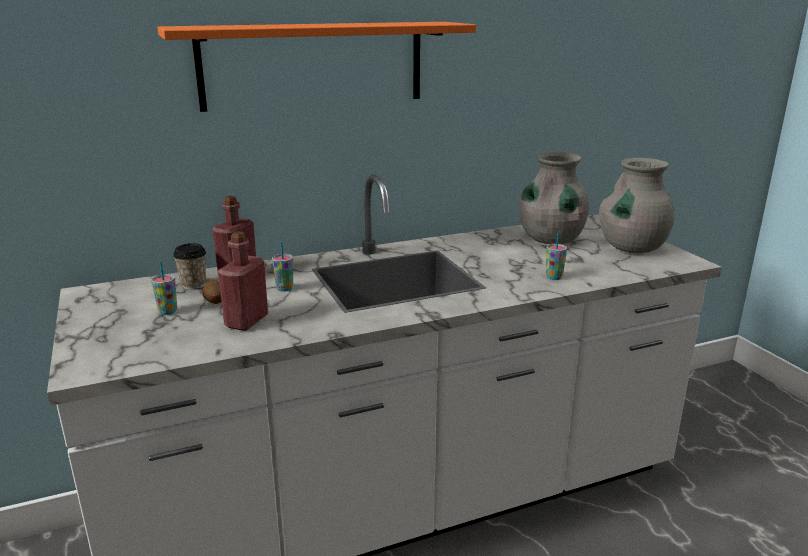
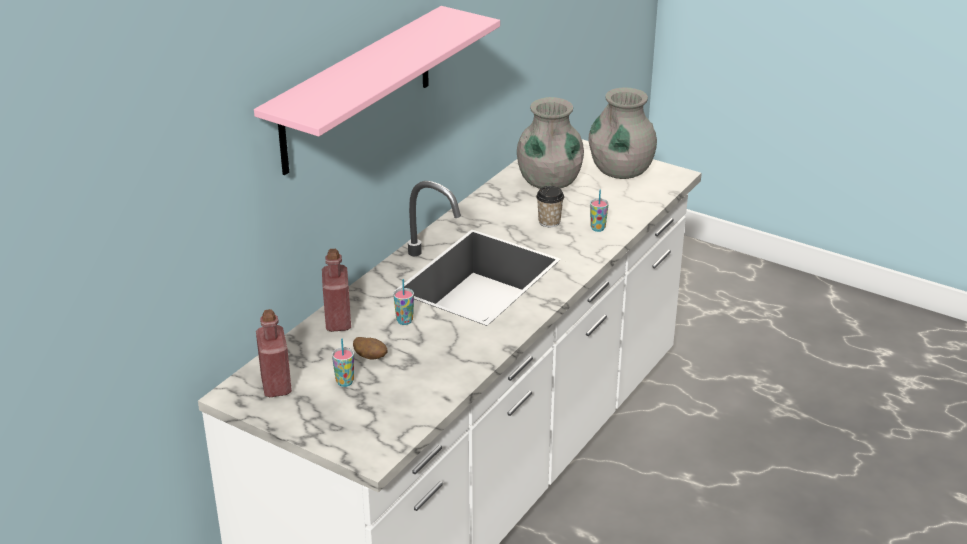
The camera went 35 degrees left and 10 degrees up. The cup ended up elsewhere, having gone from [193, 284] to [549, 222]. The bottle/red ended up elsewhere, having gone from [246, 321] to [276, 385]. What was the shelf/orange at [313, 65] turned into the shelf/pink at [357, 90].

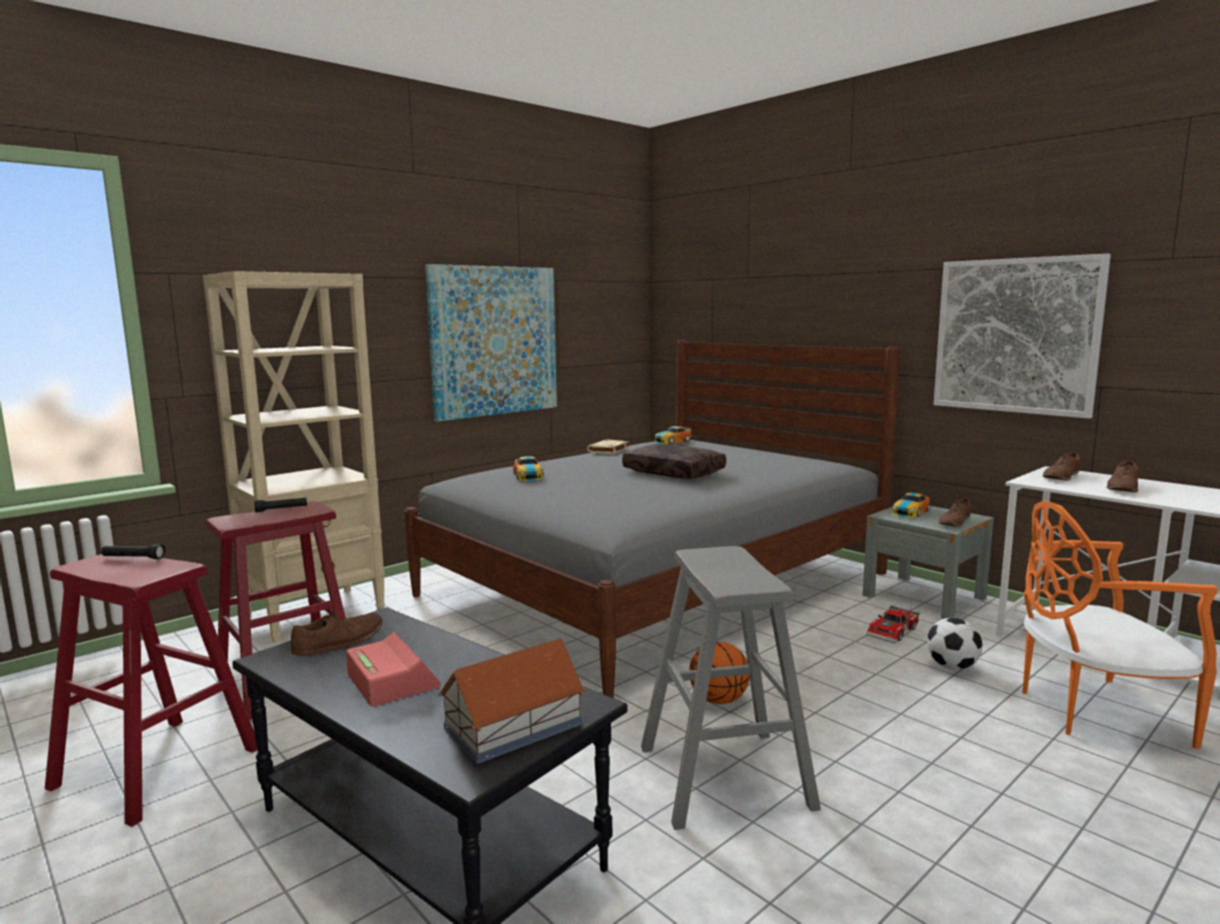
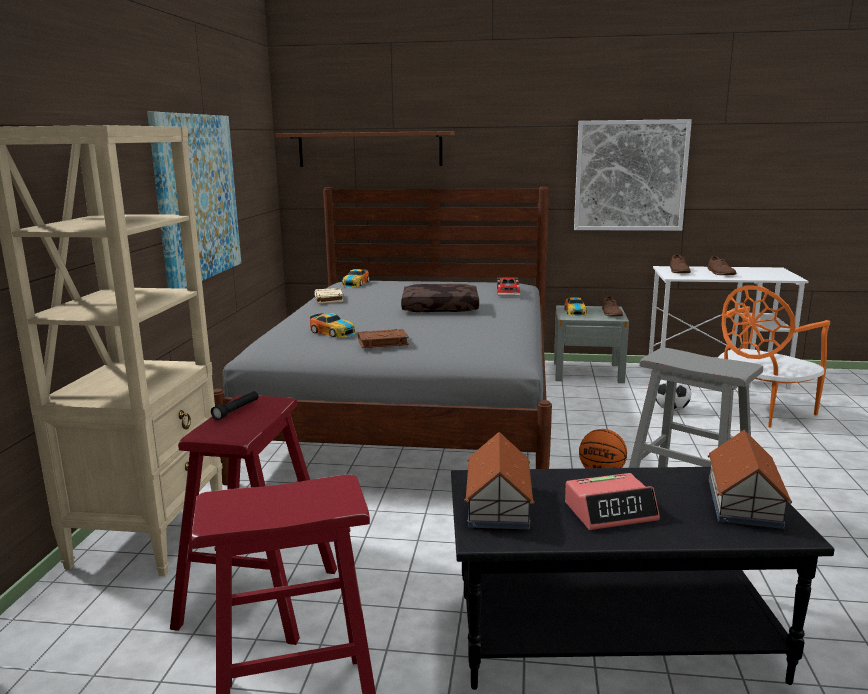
The camera went 40 degrees left and 5 degrees up. The second view lost the flashlight/black at [133, 558]. The second view gained the shelf/brown at [370, 149]. The second view gained the book/brown at [382, 342]. The toy car ended up elsewhere, having gone from [894, 632] to [509, 292]. Where the shoe/brown stood at [339, 642], the toy house came to stand at [497, 505]. The alarm clock at [392, 681] ended up facing another way, 150 degrees clockwise from before.

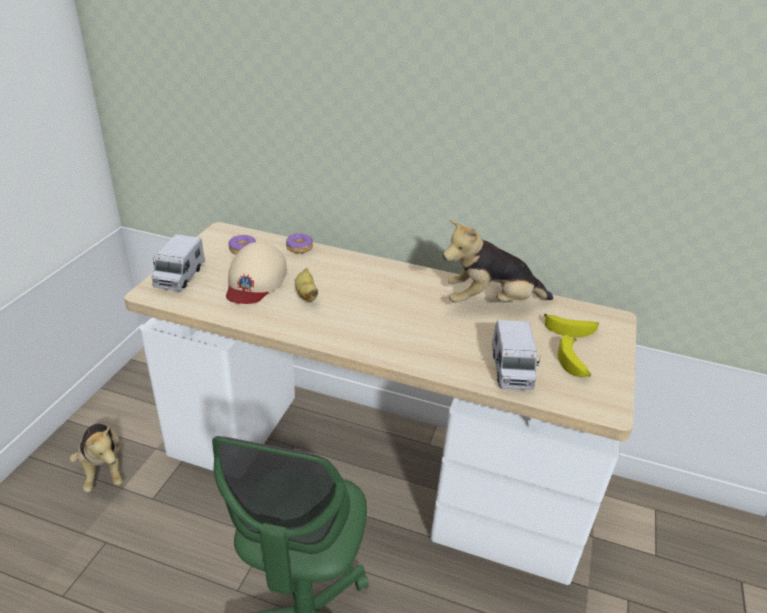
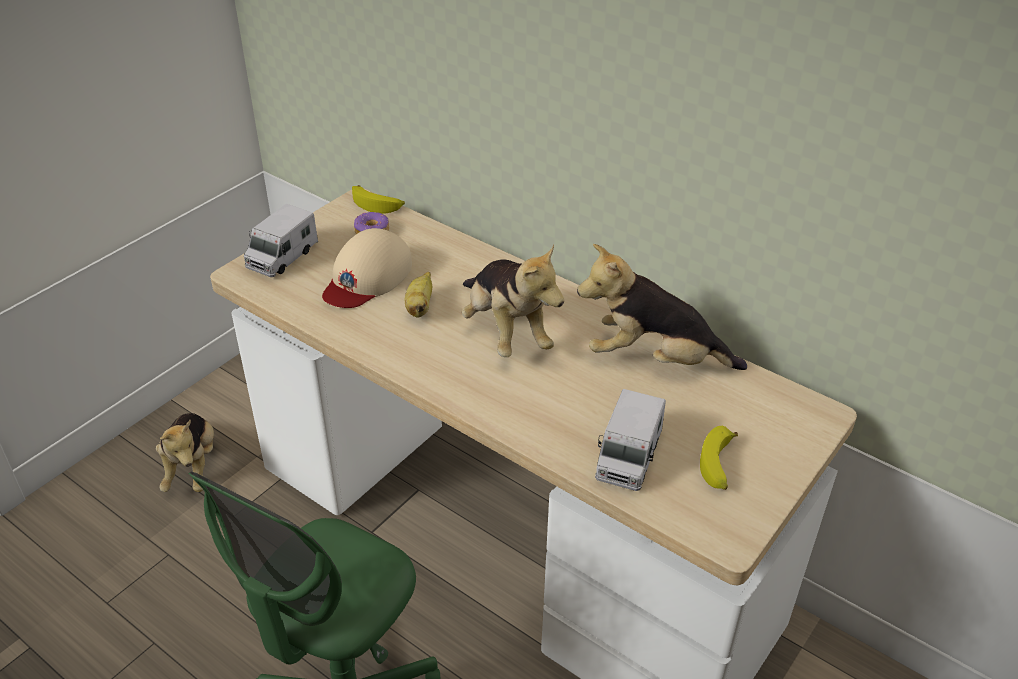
The camera went 20 degrees right and 5 degrees up. The second view lost the donut at [299, 248]. The second view gained the plush toy at [506, 332]. The banana ended up elsewhere, having gone from [571, 329] to [378, 205].

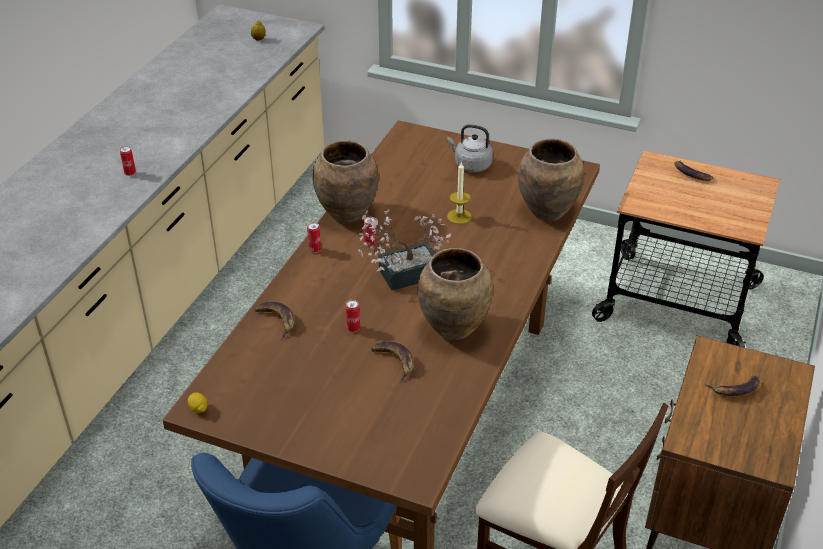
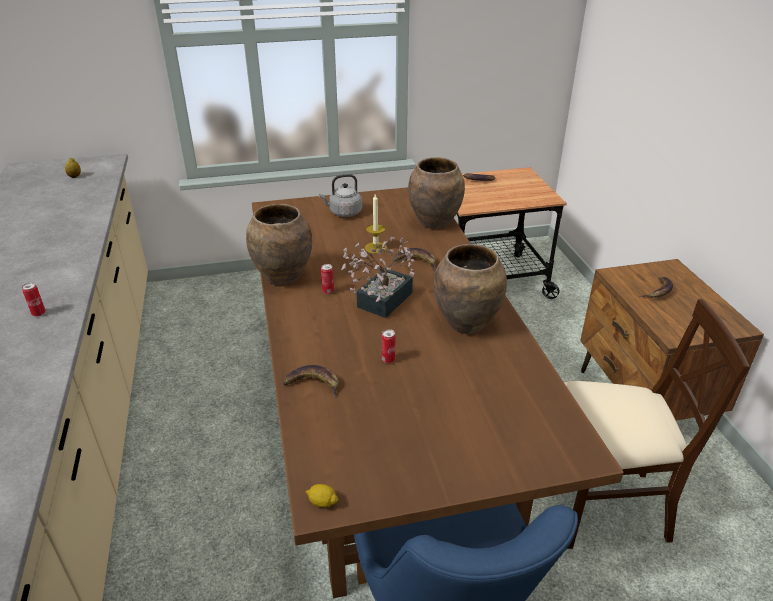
The camera went 35 degrees left and 5 degrees down. The second view lost the can at [315, 250]. The banana ended up elsewhere, having gone from [395, 362] to [415, 262].

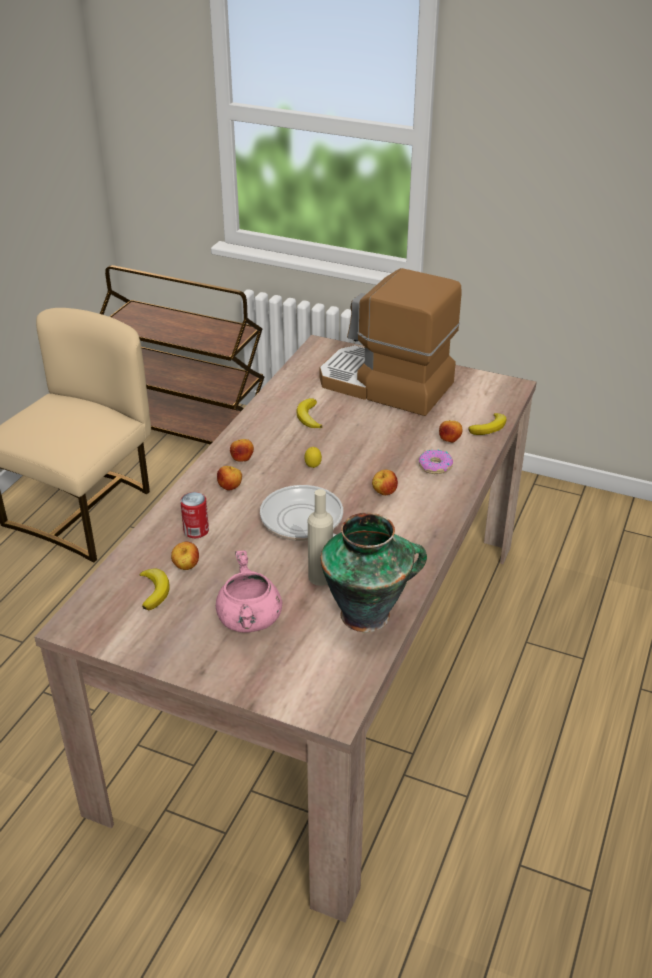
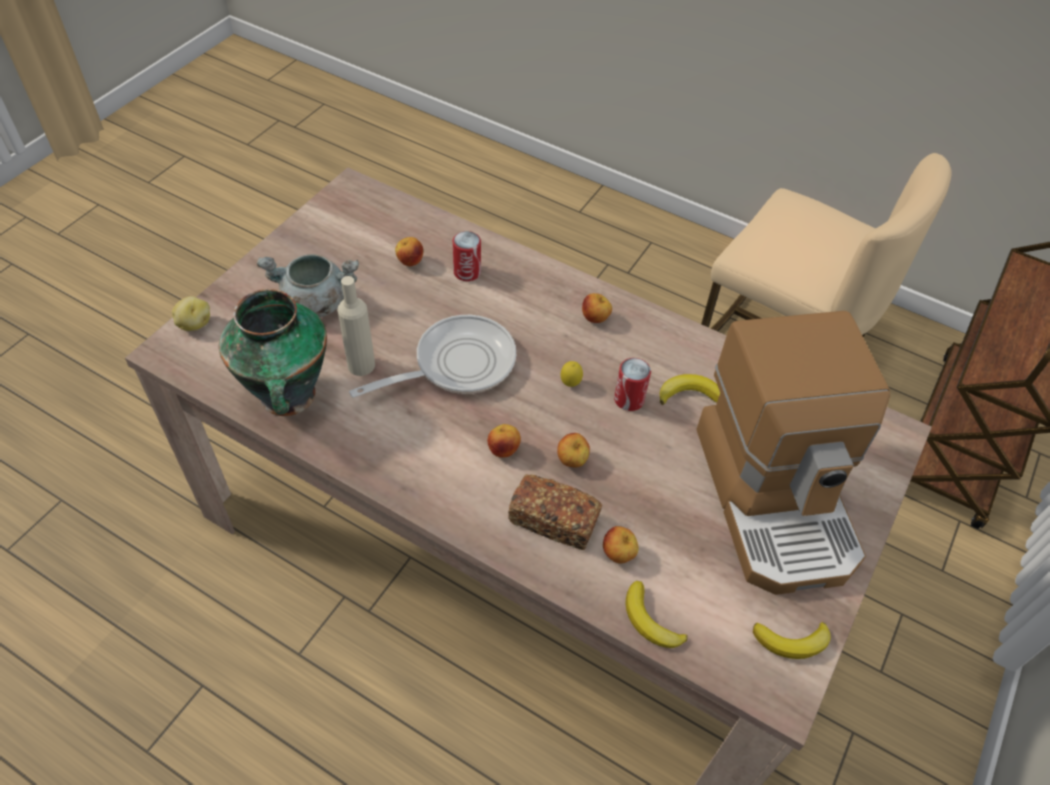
The camera went 95 degrees right and 15 degrees up. The second view gained the potato at [194, 324]. The second view gained the can at [629, 399]. The banana ended up elsewhere, having gone from [154, 591] to [792, 641]. The apple ended up elsewhere, having gone from [230, 487] to [572, 461]. Where the donut stood at [435, 466], the bread came to stand at [554, 521]. What was the cooking pot/pink at [250, 620] turned into the cooking pot/grey at [315, 303]. The coffee machine at [384, 385] ended up facing another way, 135 degrees clockwise from before.

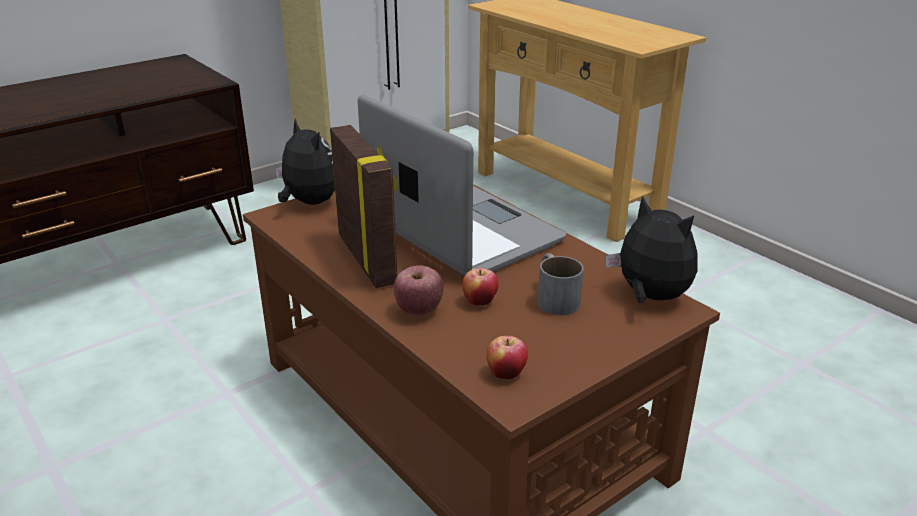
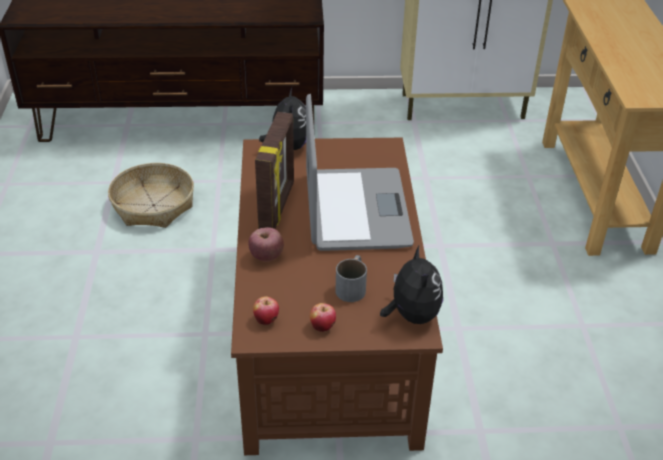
The camera went 35 degrees right and 10 degrees up. The second view gained the basket at [154, 205]. The apple ended up elsewhere, having gone from [480, 302] to [322, 327].

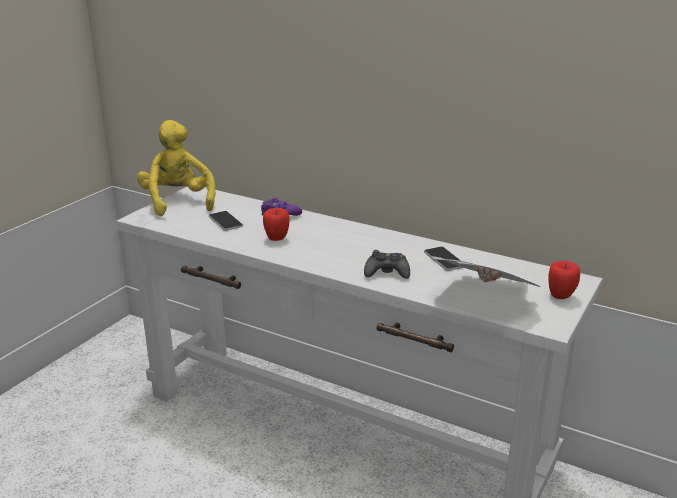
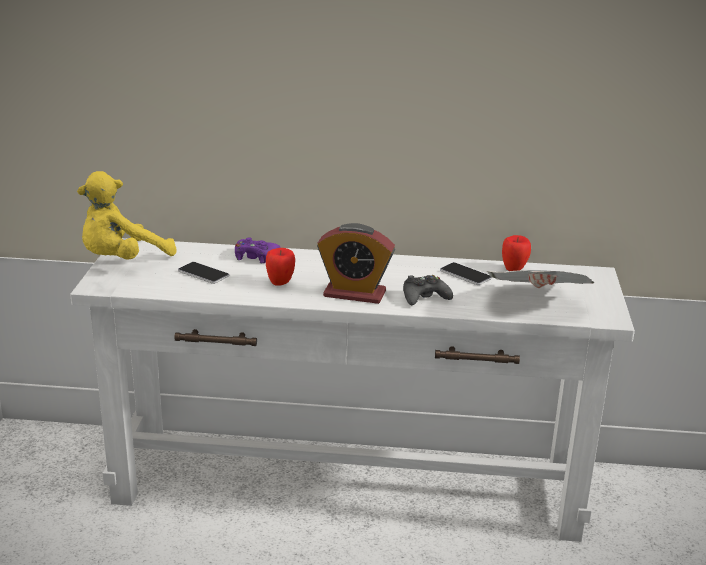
The camera went 25 degrees left and 0 degrees up. The second view gained the alarm clock at [354, 294]. The apple ended up elsewhere, having gone from [561, 297] to [514, 269]. The plush toy/yellow at [178, 202] ended up facing another way, 90 degrees counterclockwise from before.

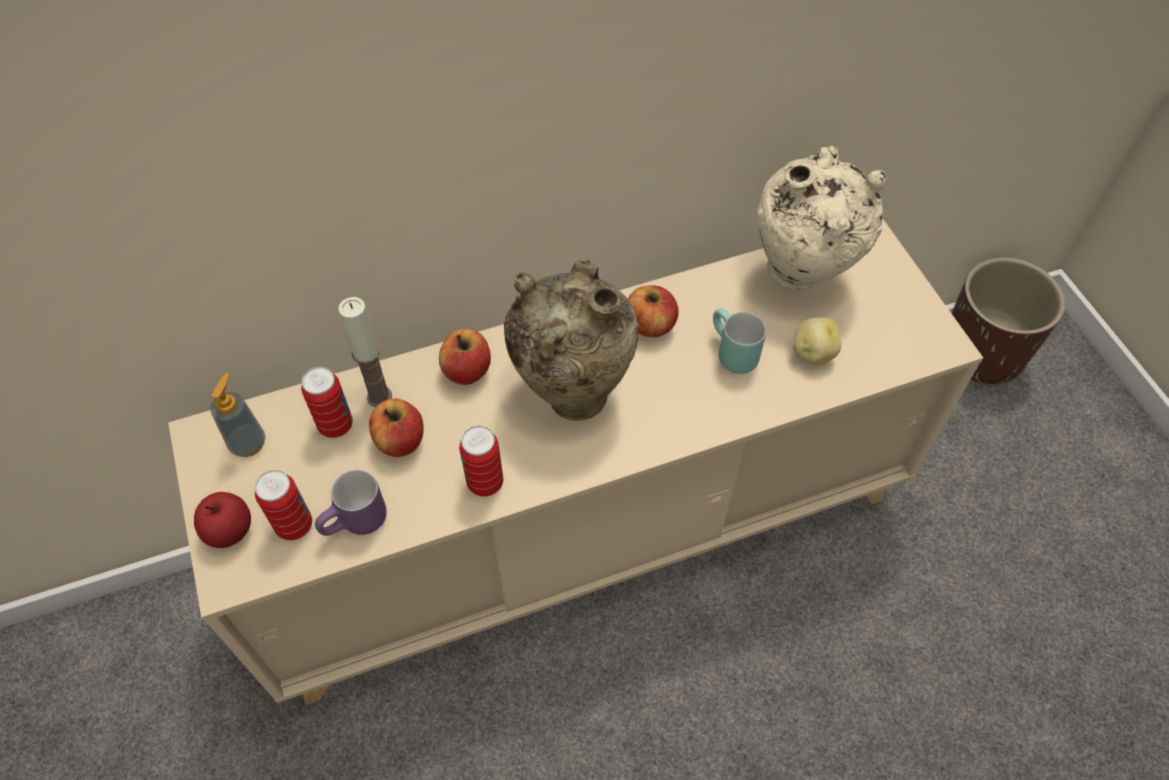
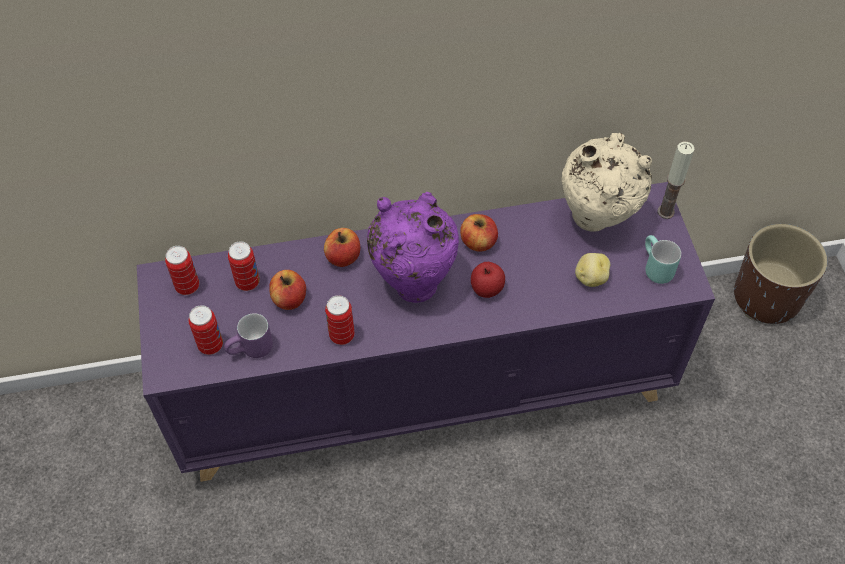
The camera went 10 degrees right and 0 degrees up. The apple ended up elsewhere, having gone from [229, 530] to [486, 288]. The candle ended up elsewhere, having gone from [379, 396] to [665, 212]. The mug/turquoise ended up elsewhere, having gone from [729, 353] to [653, 268]. Where the soap dispenser stood at [248, 443], the can came to stand at [187, 286]. What was the cabinet/beige at [586, 530] turned into the cabinet/purple at [424, 389]. What was the vase/beige at [572, 391] turned into the vase/purple at [413, 282].

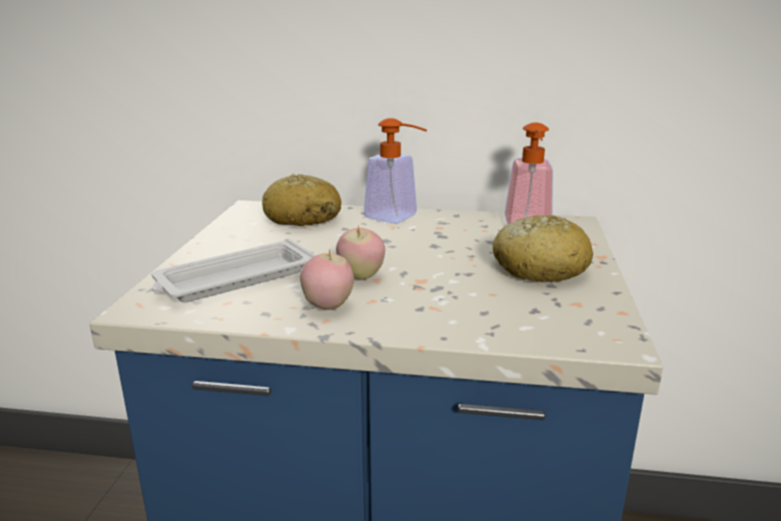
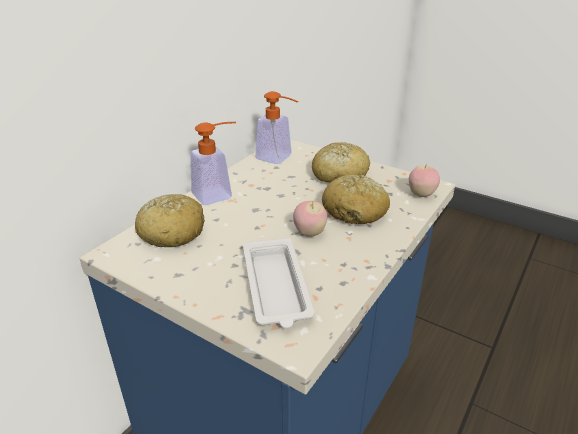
The camera went 65 degrees left and 10 degrees up. The second view gained the bread at [355, 211]. The apple ended up elsewhere, having gone from [328, 306] to [421, 195].

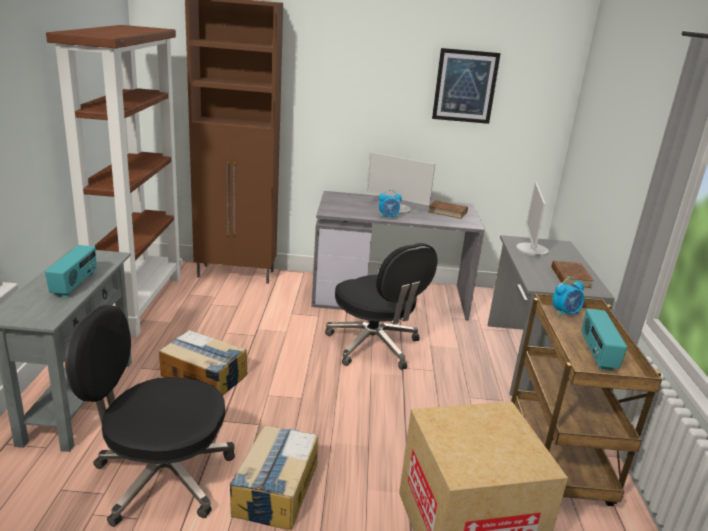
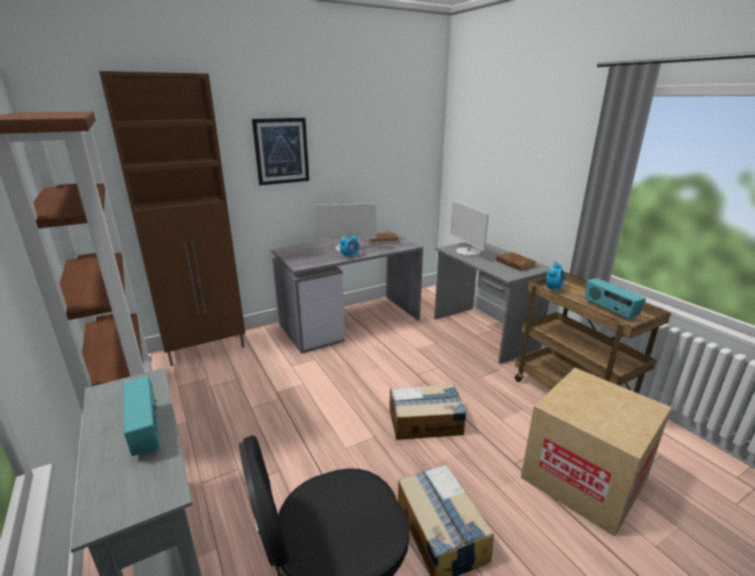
The camera went 30 degrees left and 0 degrees up. The second view lost the office chair/black at [374, 346]. The cardboard box ended up elsewhere, having gone from [204, 376] to [426, 422]. The picture ended up elsewhere, having gone from [465, 86] to [281, 151].

